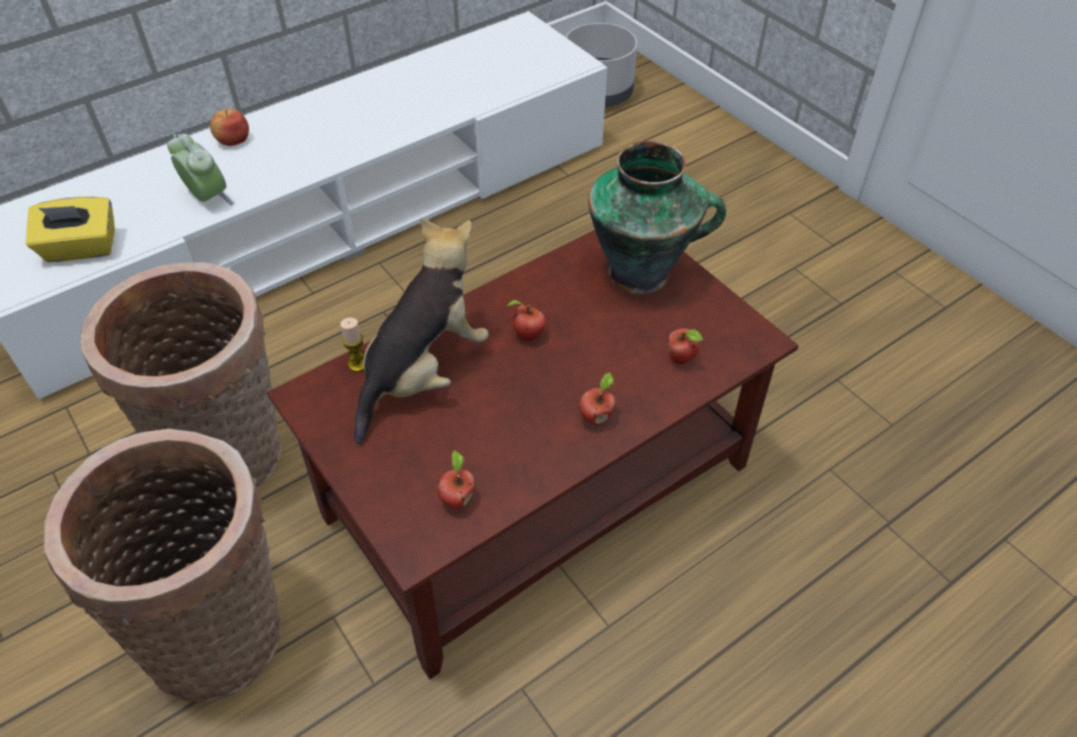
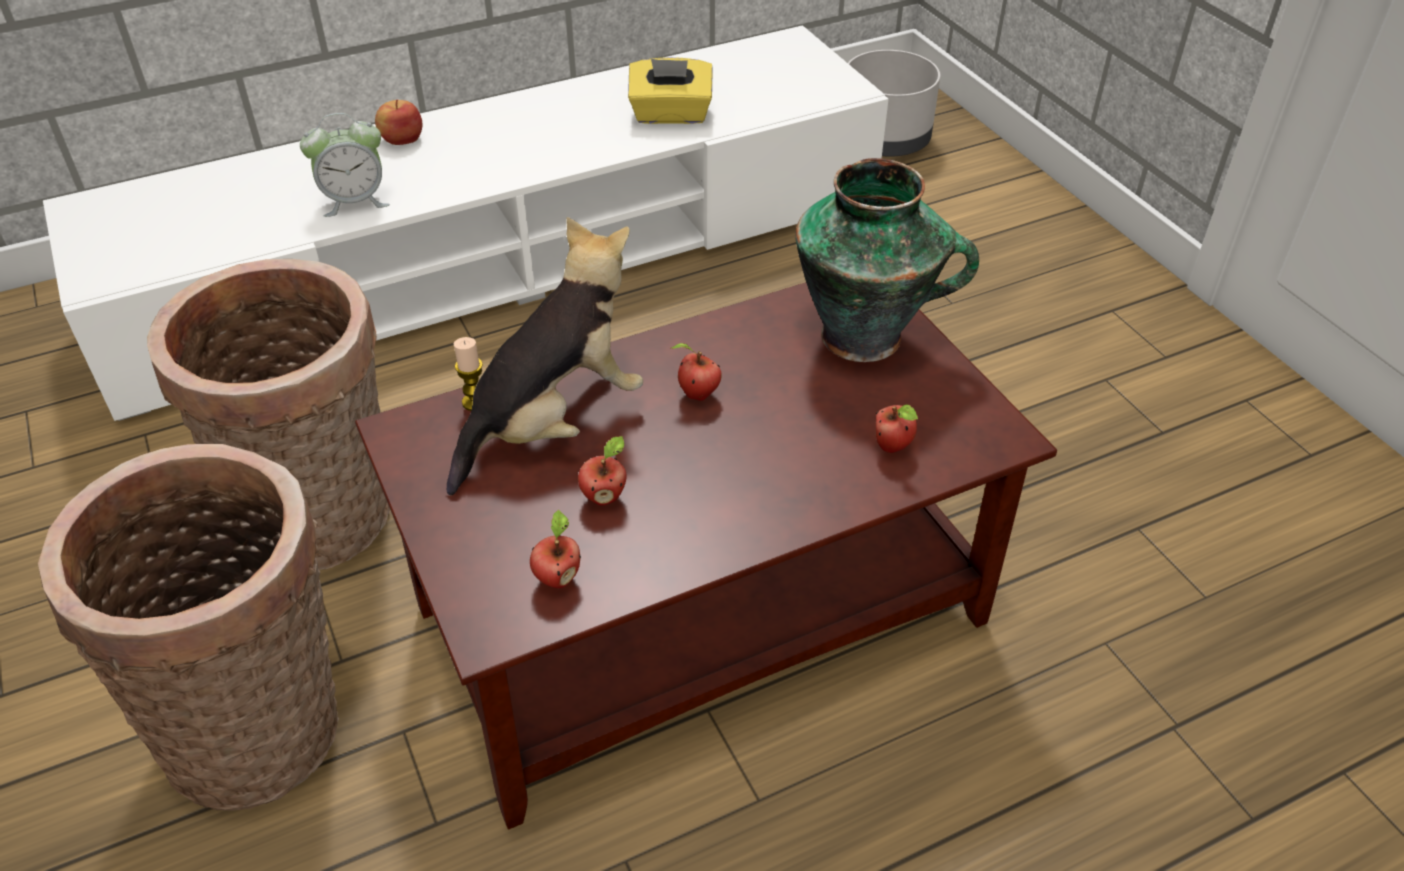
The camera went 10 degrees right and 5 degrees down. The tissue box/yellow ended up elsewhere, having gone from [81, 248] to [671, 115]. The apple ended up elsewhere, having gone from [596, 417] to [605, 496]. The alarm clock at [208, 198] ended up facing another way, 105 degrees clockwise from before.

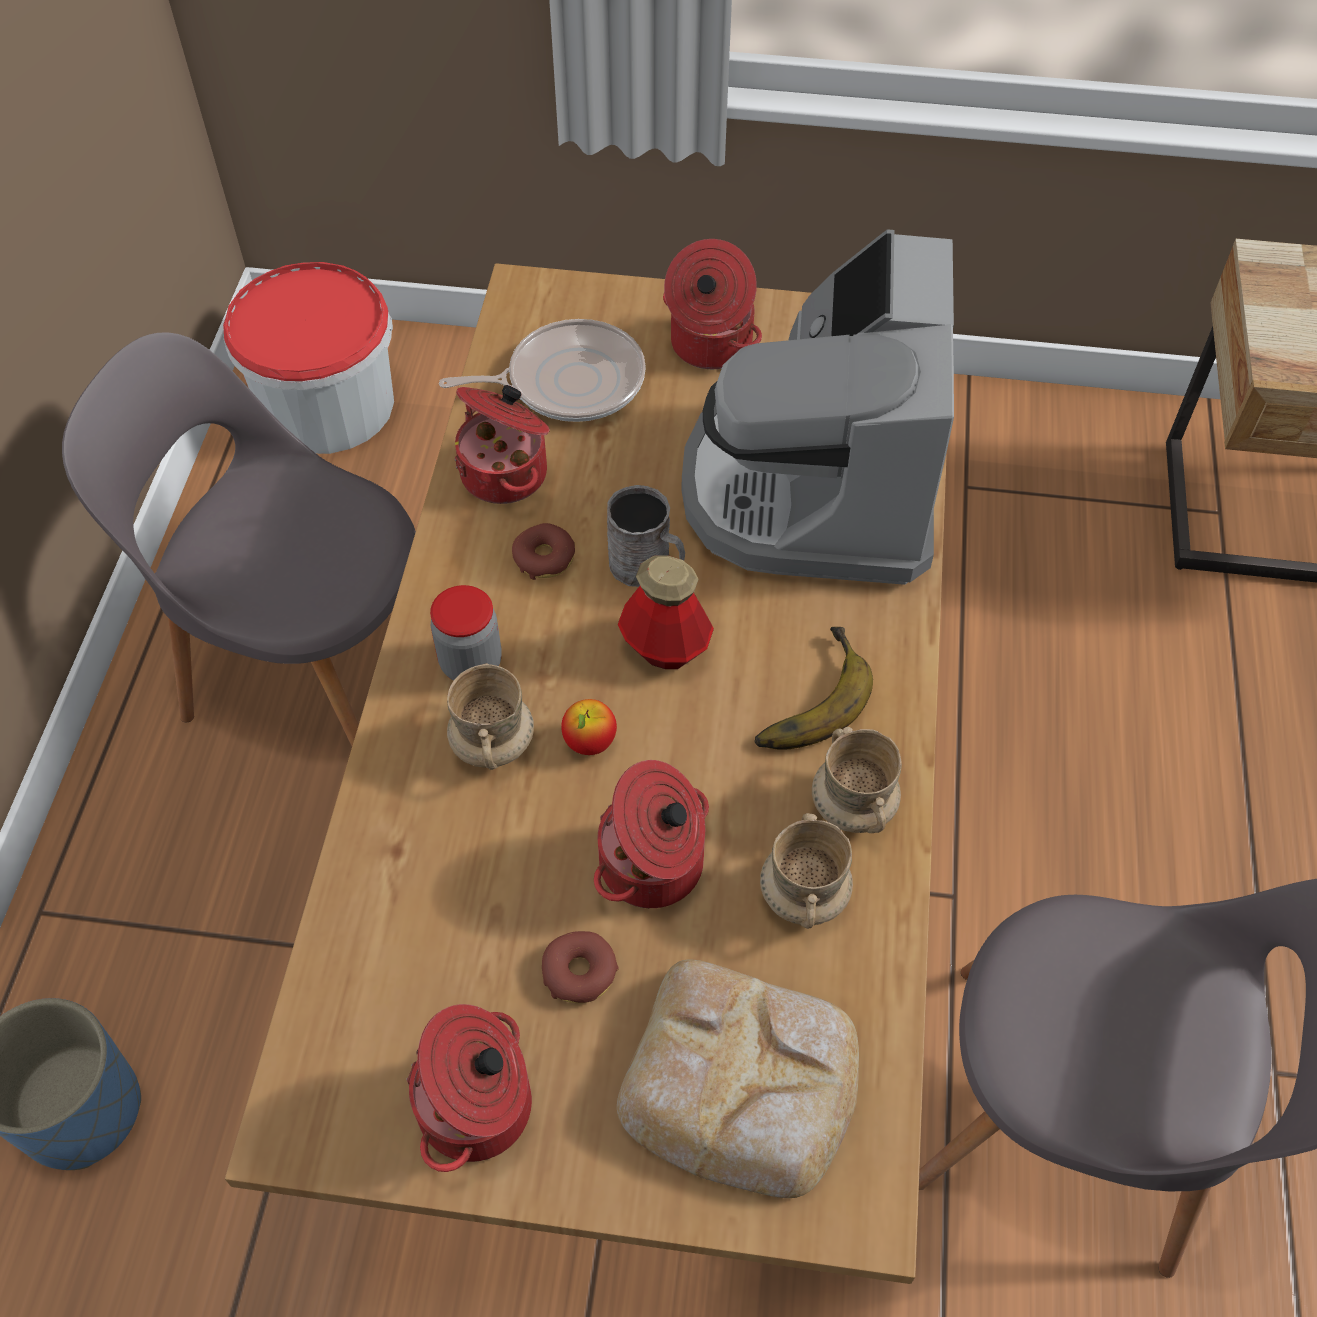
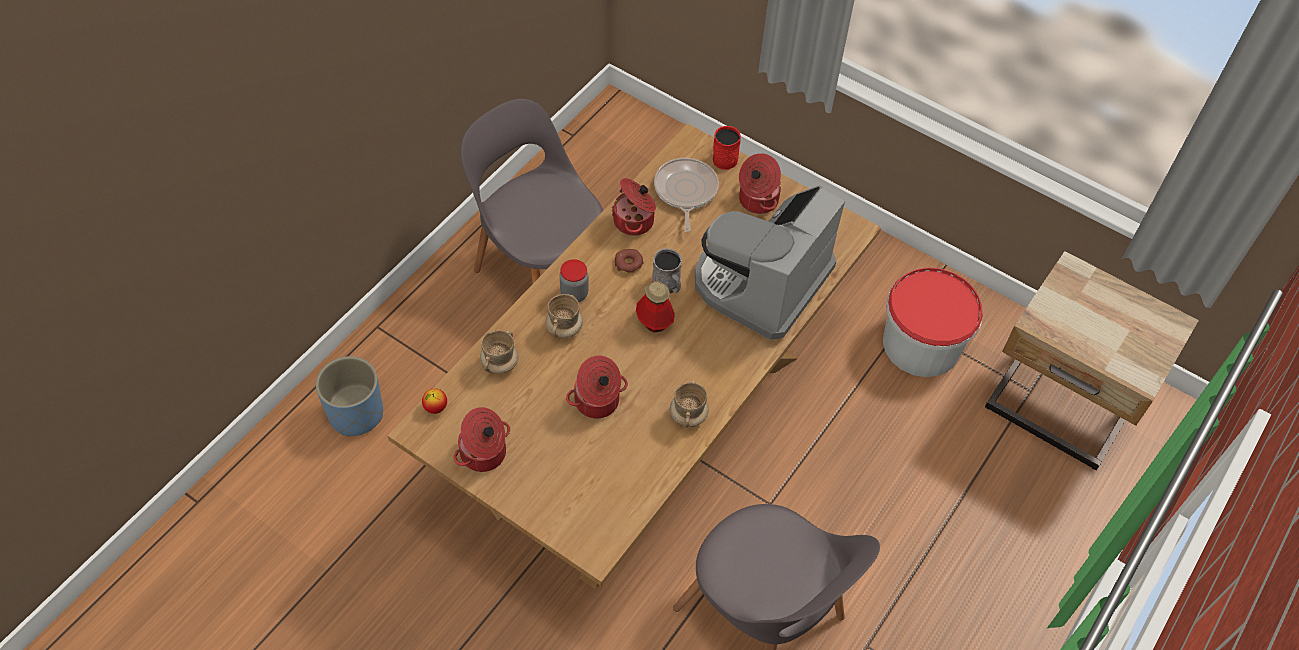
The camera went 25 degrees right and 0 degrees up. The second view lost the donut at [580, 972]. The second view lost the bread at [743, 1084]. The second view lost the banana at [804, 697]. The second view gained the mug/red at [725, 156]. The bucket ended up elsewhere, having gone from [327, 405] to [921, 344]. The apple ended up elsewhere, having gone from [589, 742] to [435, 407]. The mug/beige ended up elsewhere, having gone from [803, 895] to [500, 363]. The frying pan at [568, 381] ended up facing another way, 105 degrees counterclockwise from before.

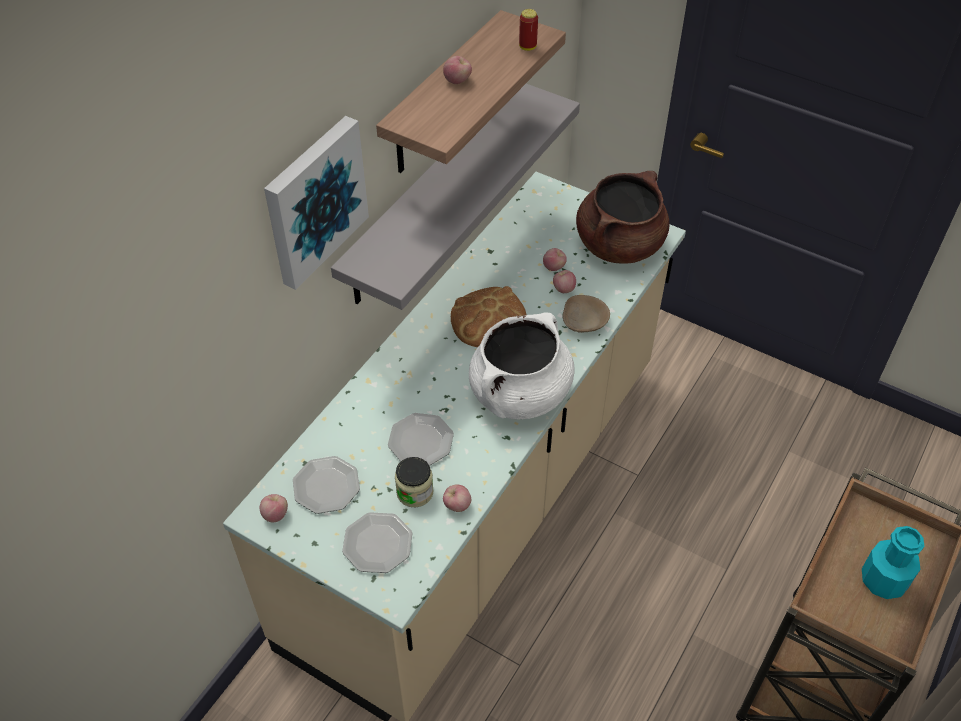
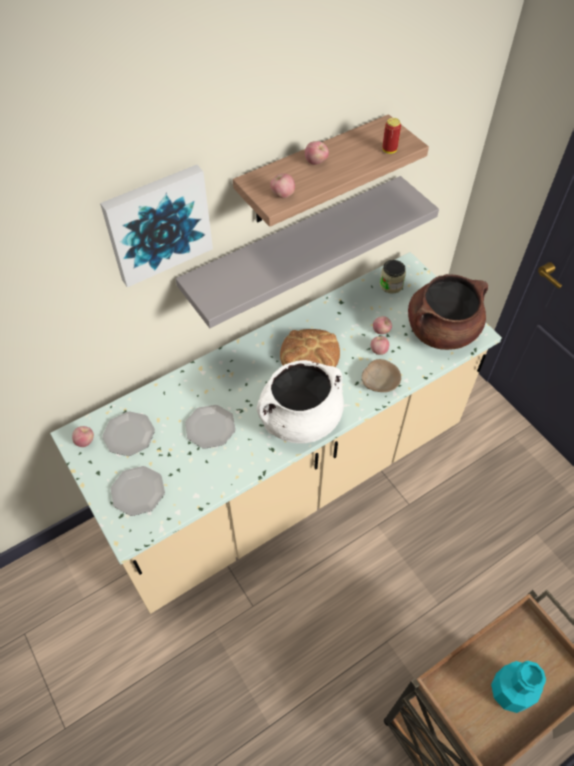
The camera went 25 degrees right and 5 degrees up. The jar ended up elsewhere, having gone from [415, 492] to [391, 285]. The apple ended up elsewhere, having gone from [457, 505] to [282, 195].

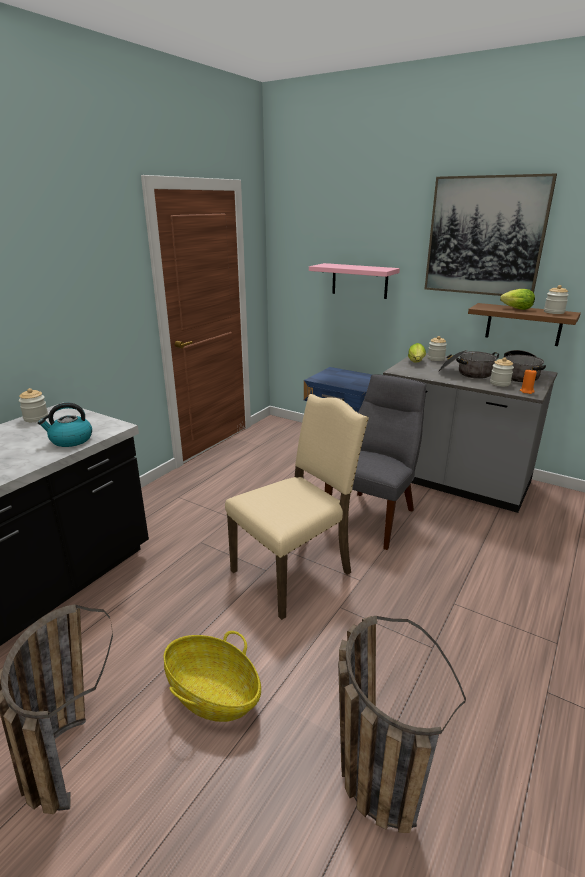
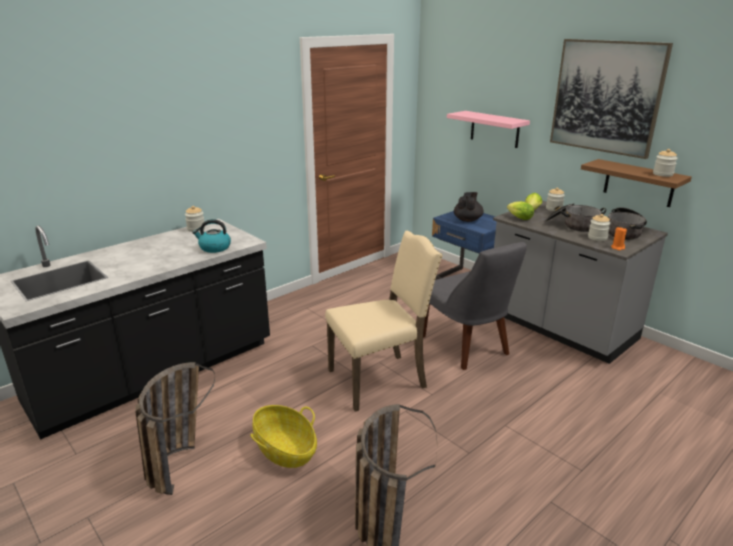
The camera went 15 degrees right and 0 degrees up. The second view gained the teapot/black at [467, 220]. The lettuce ended up elsewhere, having gone from [515, 309] to [518, 218]. The chair/grey at [373, 516] ended up facing another way, 105 degrees clockwise from before.

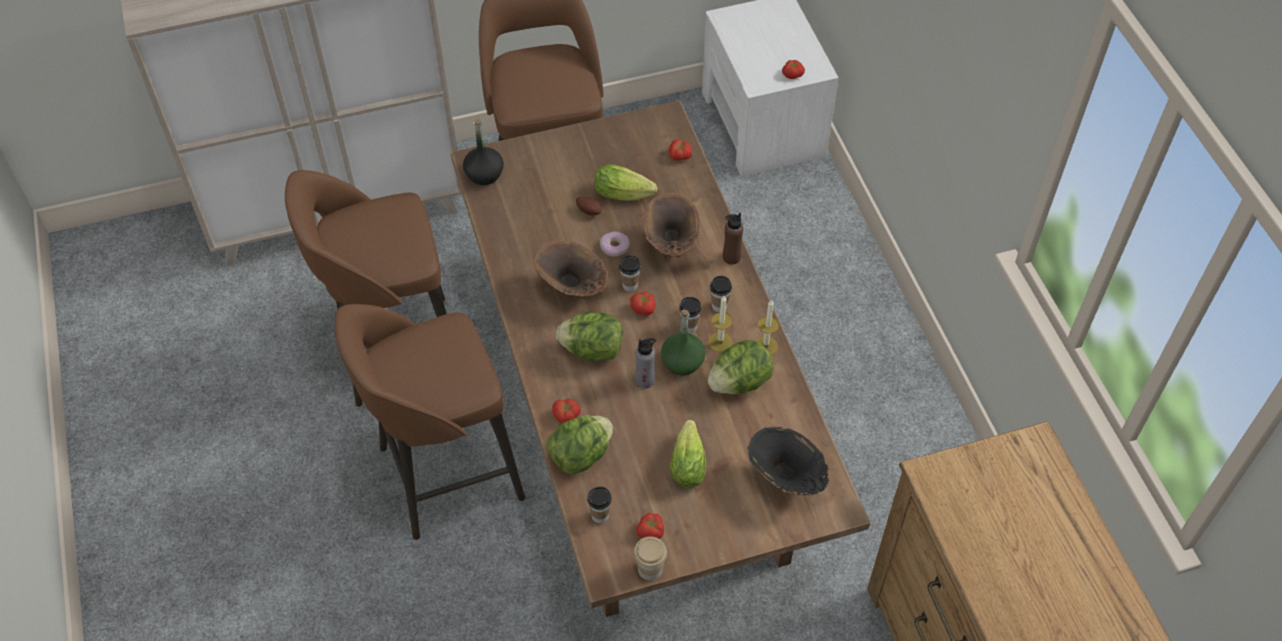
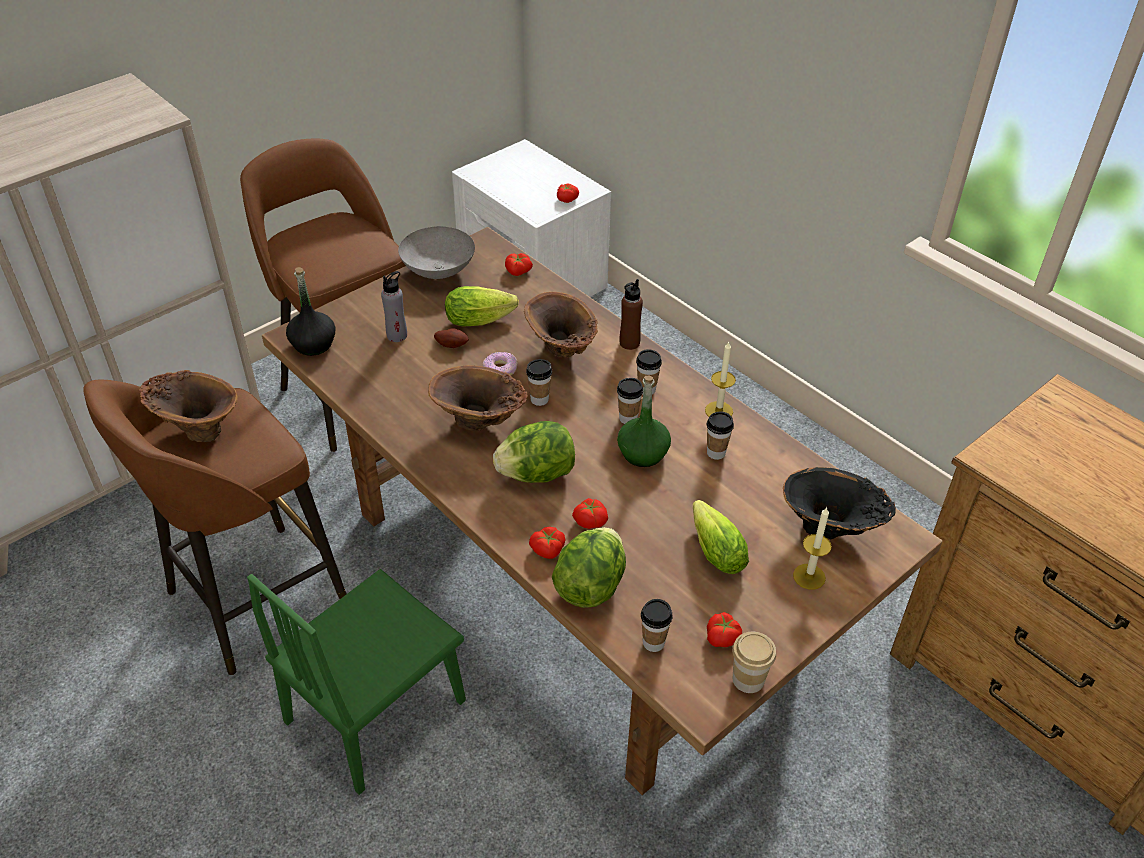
The camera went 25 degrees left and 10 degrees down. The second view gained the vase/brown at [198, 429]. The second view gained the bowl/grey at [438, 272]. The tomato ended up elsewhere, having gone from [643, 308] to [590, 520]. The bottle/grey ended up elsewhere, having gone from [645, 380] to [397, 335]. The candle ended up elsewhere, having gone from [720, 342] to [809, 576]. Where the stool/brown stood at [446, 474], the chair/green came to stand at [376, 710]. Where the lettuce stood at [739, 382], the cup came to stand at [716, 453].

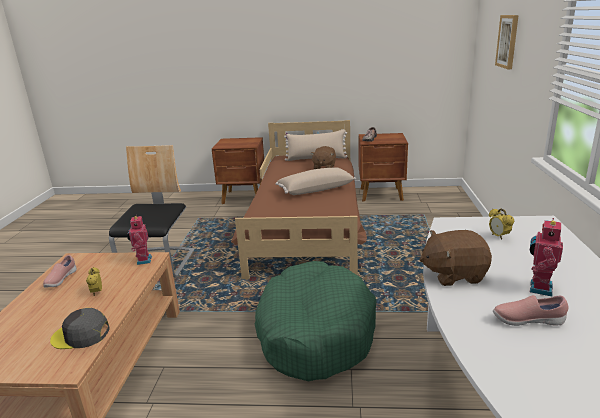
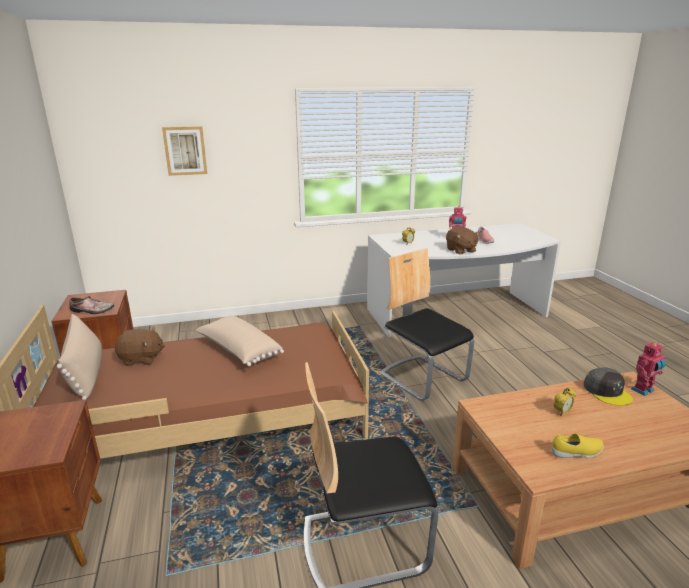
The camera went 110 degrees left and 0 degrees up. The toy robot ended up elsewhere, having gone from [143, 260] to [643, 390]. Where the dog bed/green stood at [314, 332], the chair came to stand at [422, 377]. What was the shoe/pink at [61, 280] turned into the shoe/yellow at [576, 453].

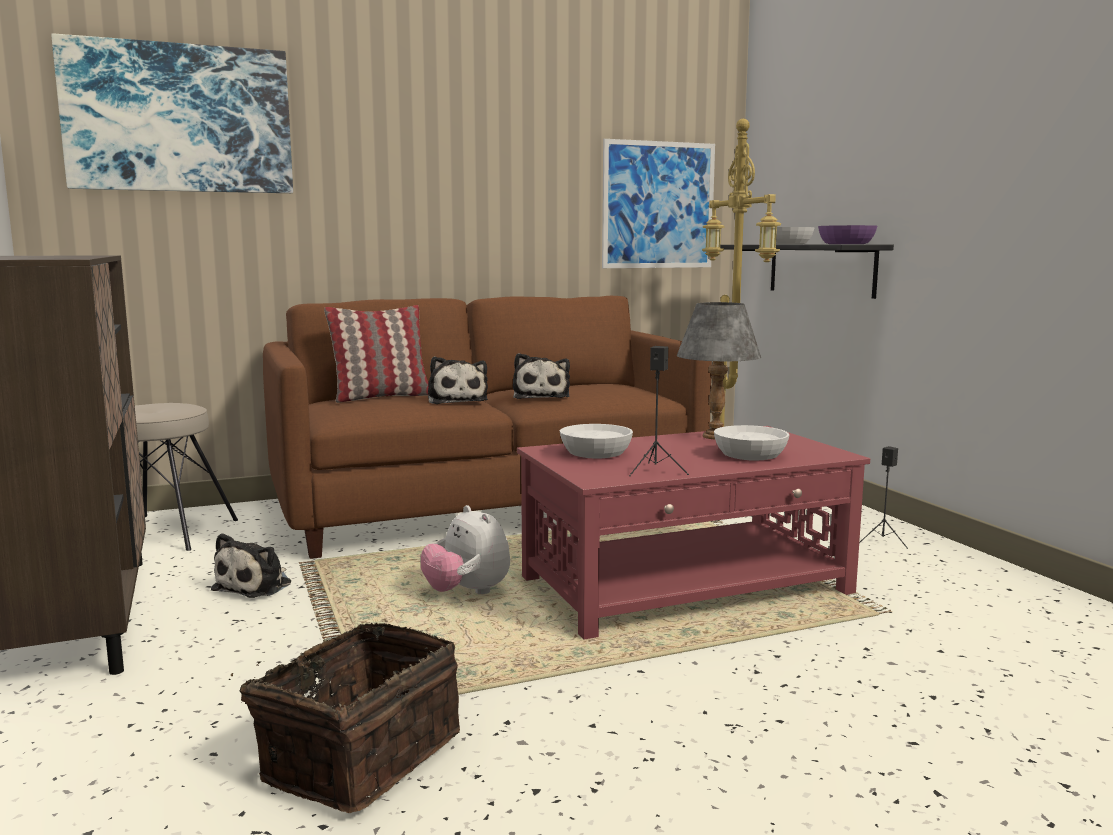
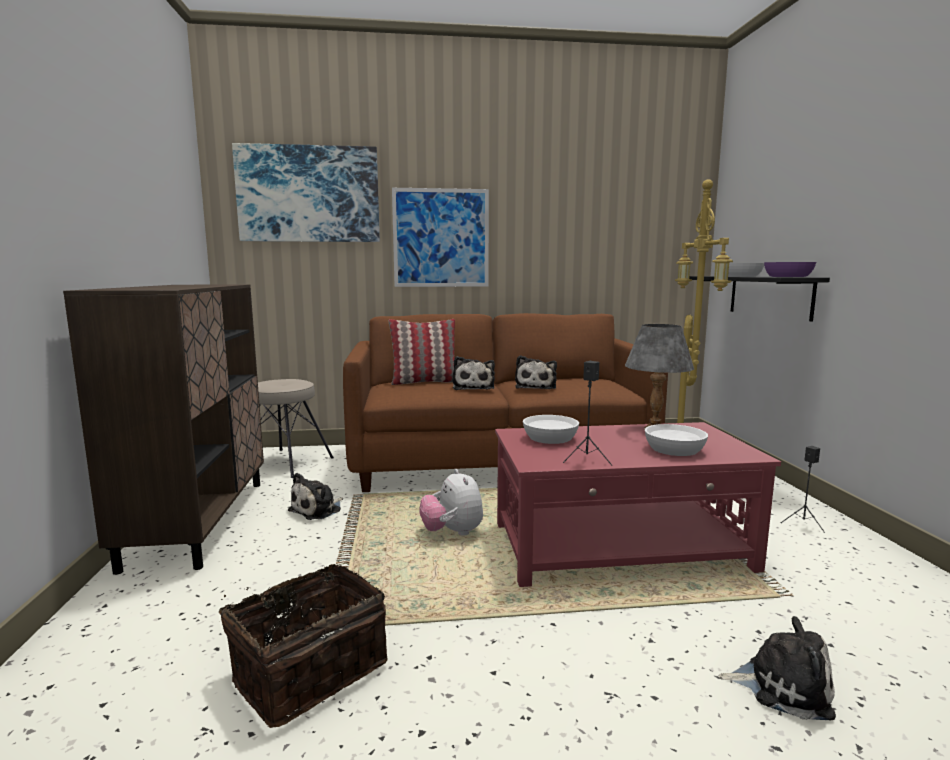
The camera went 15 degrees right and 0 degrees up. The second view gained the plush toy at [782, 686]. The picture ended up elsewhere, having gone from [658, 205] to [441, 238].

